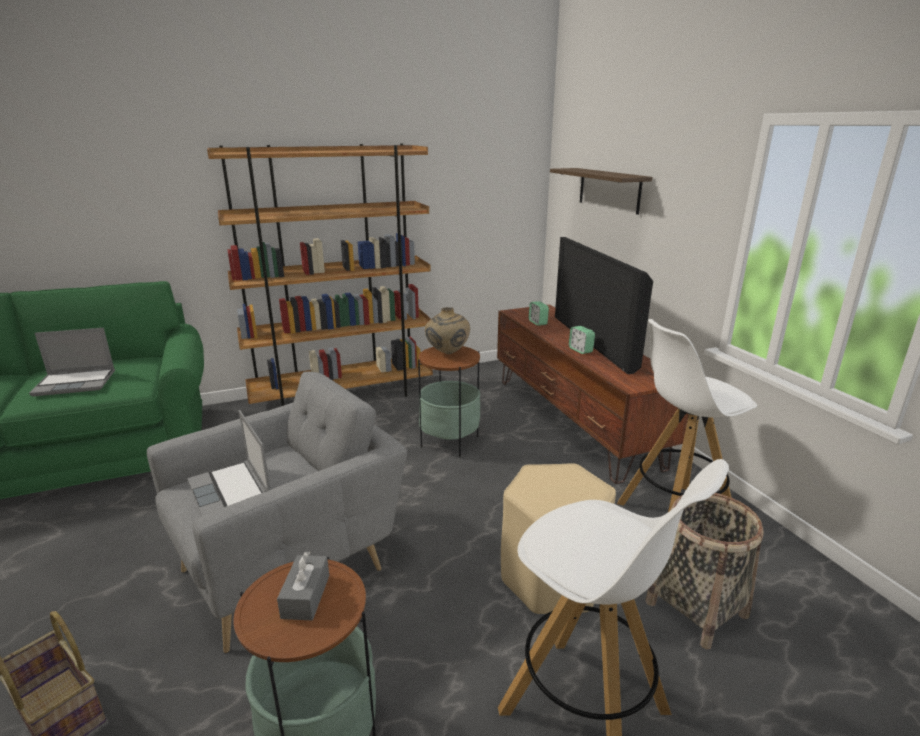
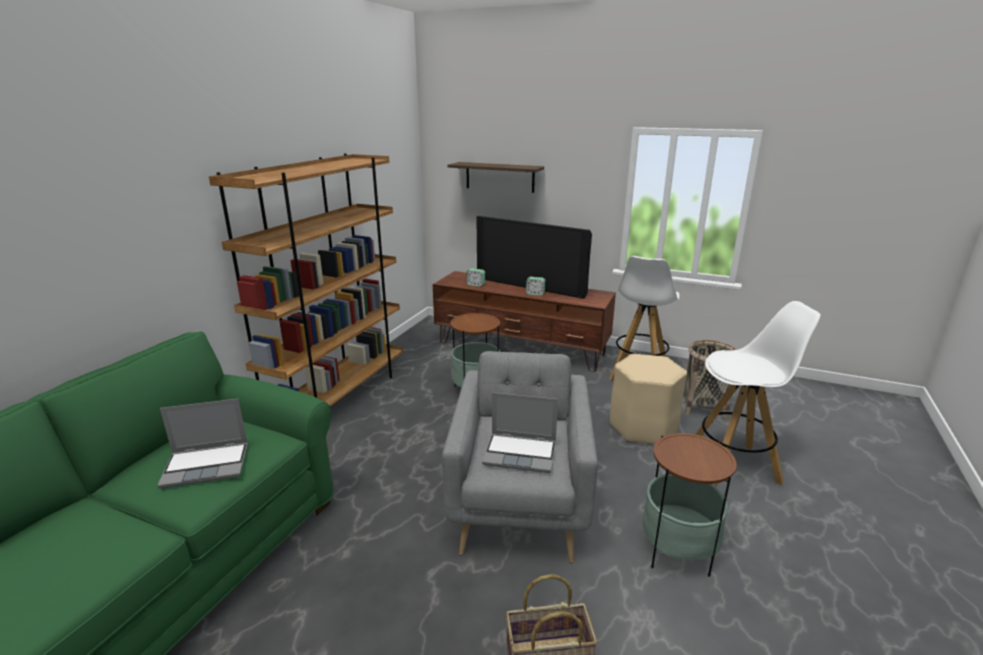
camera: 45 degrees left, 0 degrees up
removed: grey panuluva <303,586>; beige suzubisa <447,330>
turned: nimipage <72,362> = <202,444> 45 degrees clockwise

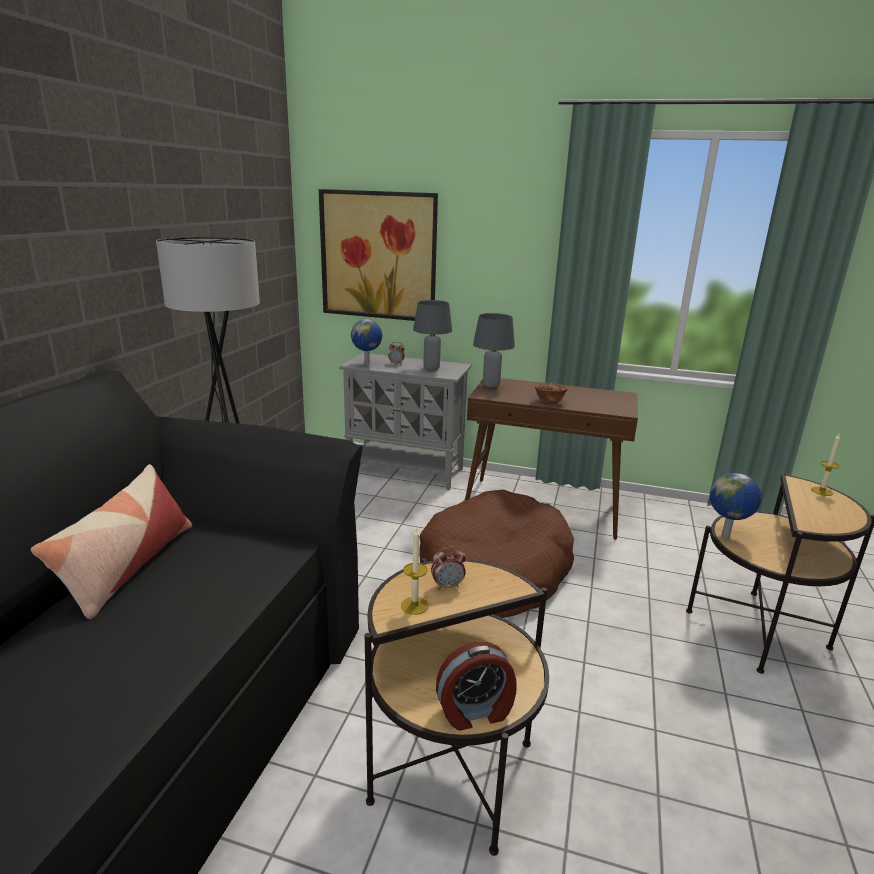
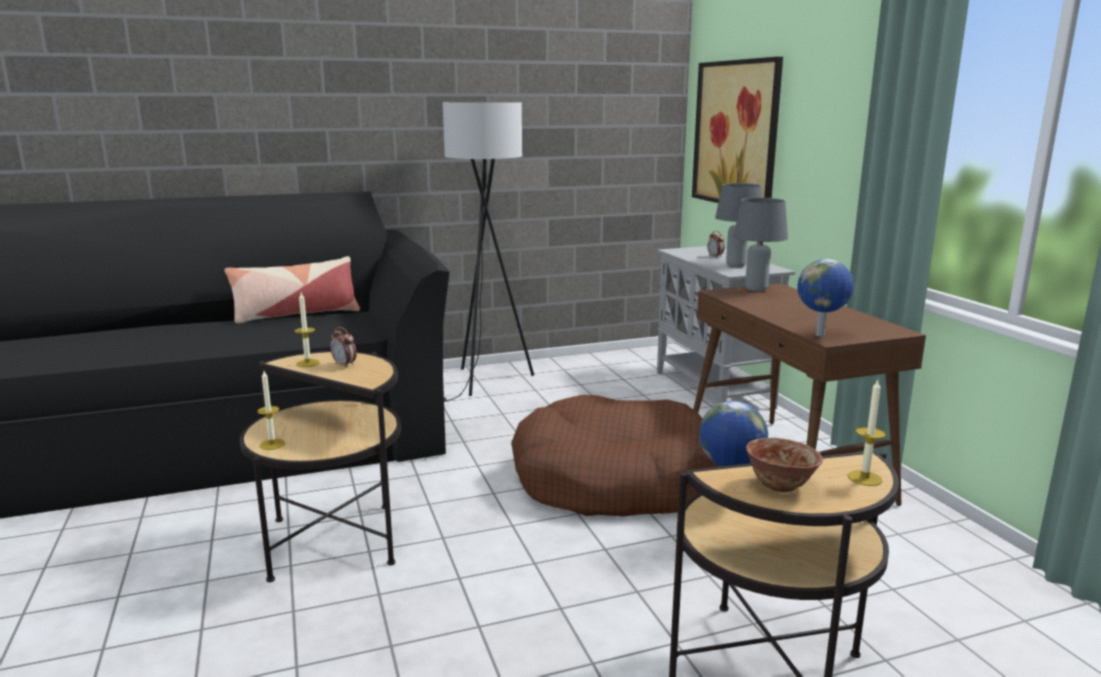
camera: 55 degrees right, 5 degrees down
moved: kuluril <366,342> to <825,297>; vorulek <551,393> to <784,465>
replaced: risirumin <476,686> to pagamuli <271,410>

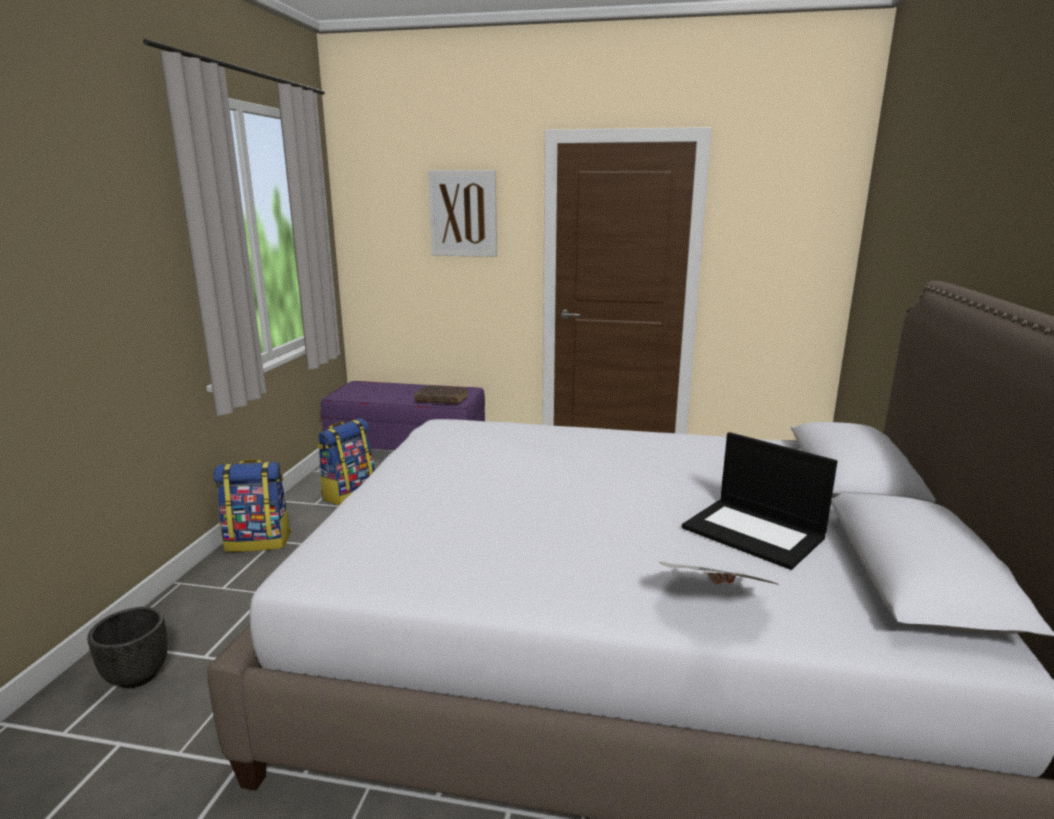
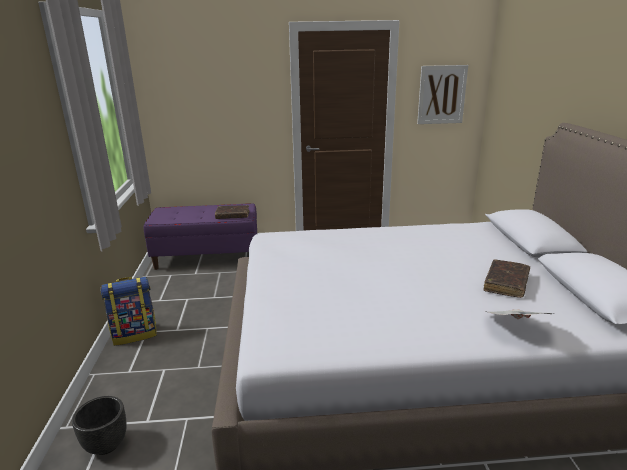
camera: 15 degrees left, 5 degrees up
removed: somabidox <346,461>
moved: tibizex <462,213> to <442,94>
replaced: nimipage <760,501> to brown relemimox <506,278>

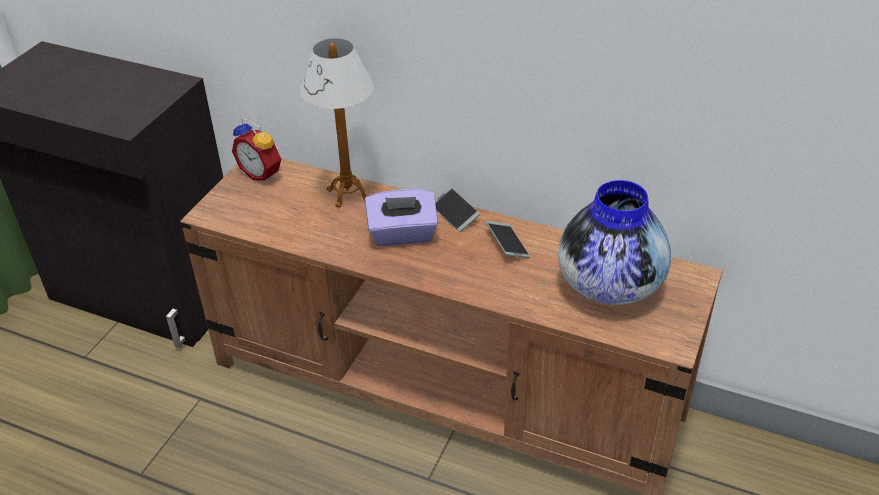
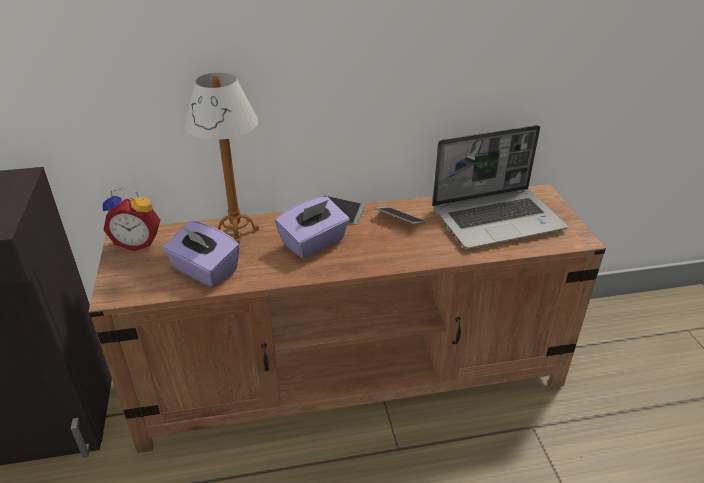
camera: 35 degrees left, 5 degrees down
added: purple panuluva <201,254>
replaced: suzubisa <614,242> to nimipage <500,187>

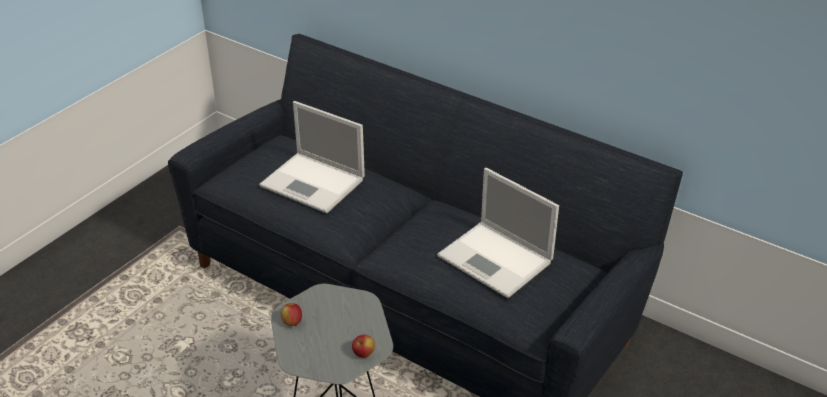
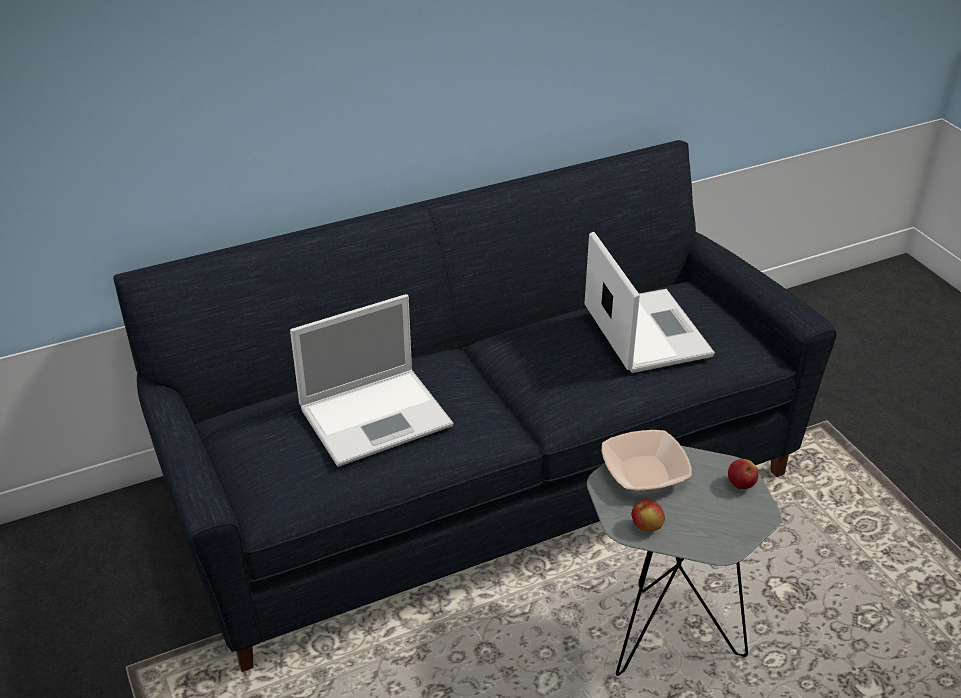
camera: 60 degrees left, 0 degrees up
added: vorulek <647,460>
turned: nimipage <498,233> = <649,302> 90 degrees counterclockwise

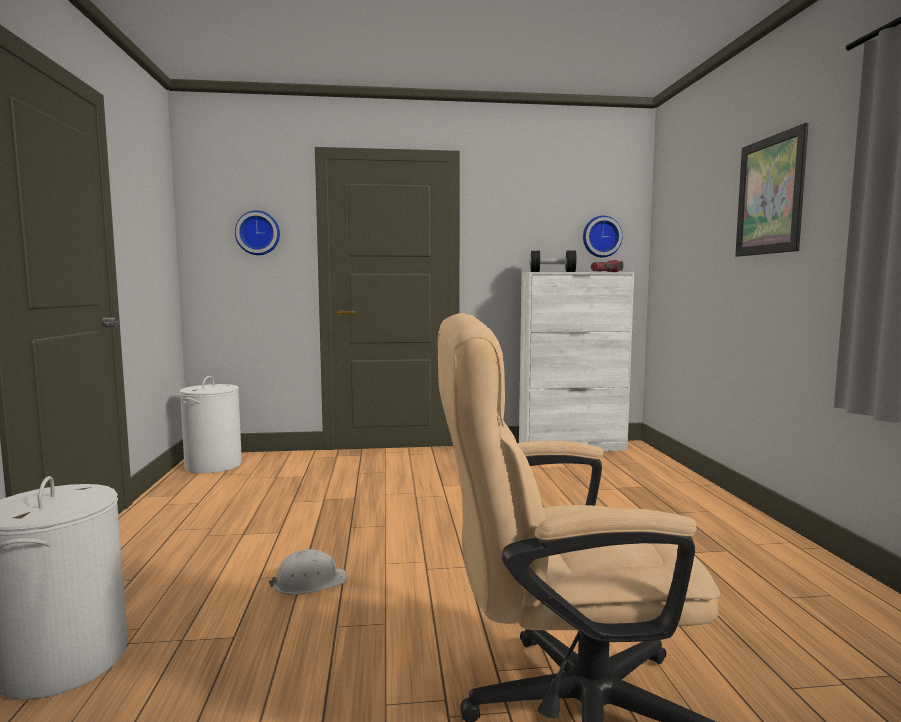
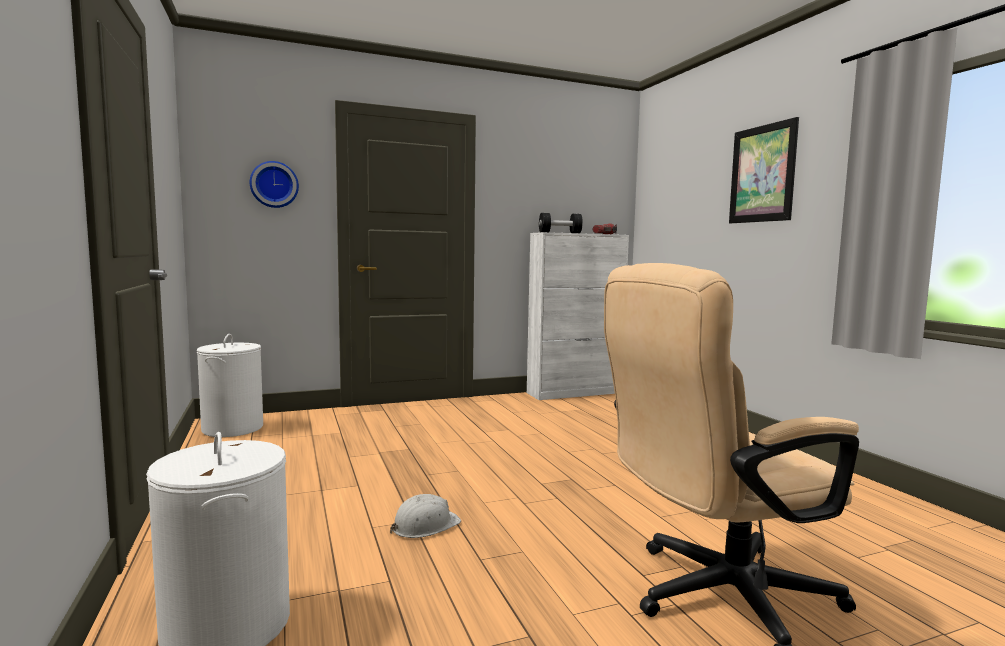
camera: 15 degrees left, 0 degrees up
removed: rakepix <603,236>

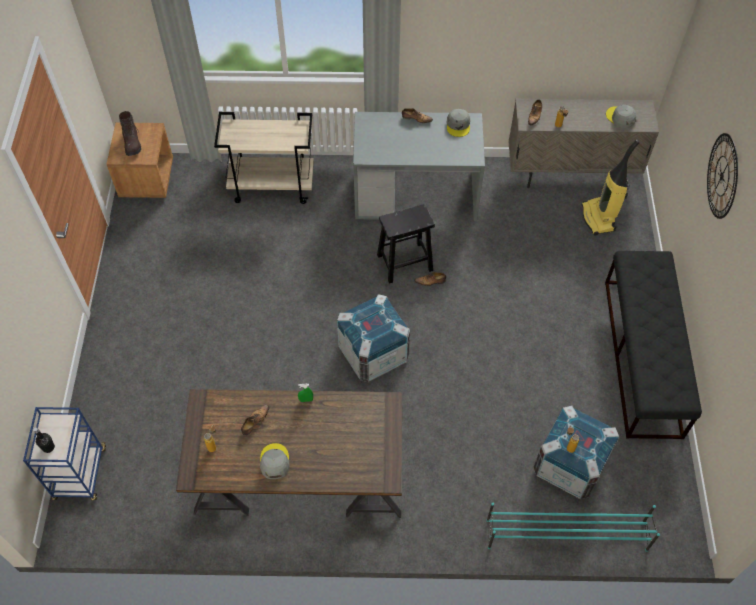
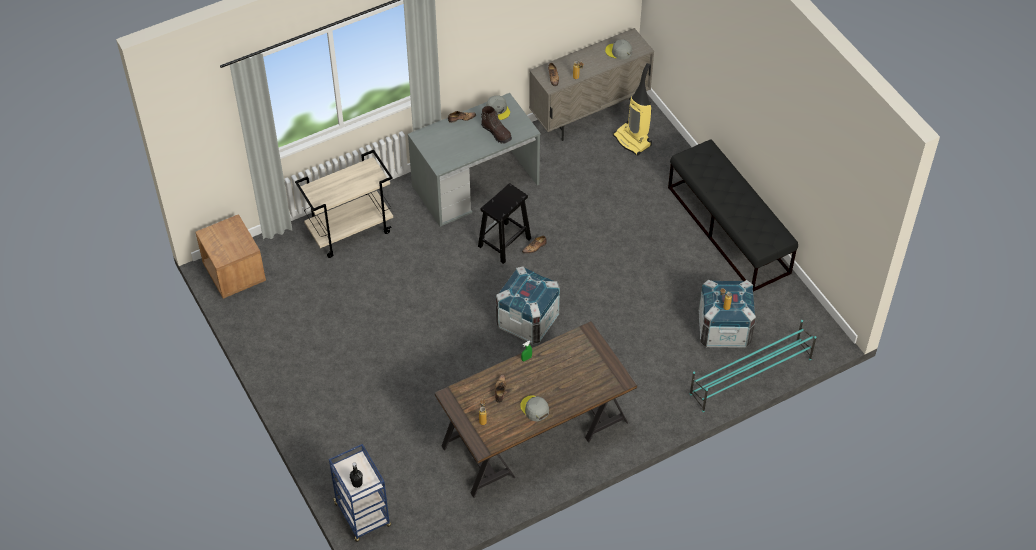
camera: 30 degrees left, 5 degrees down
removed: rakepix <722,176>
moved: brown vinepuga <130,133> to <496,125>

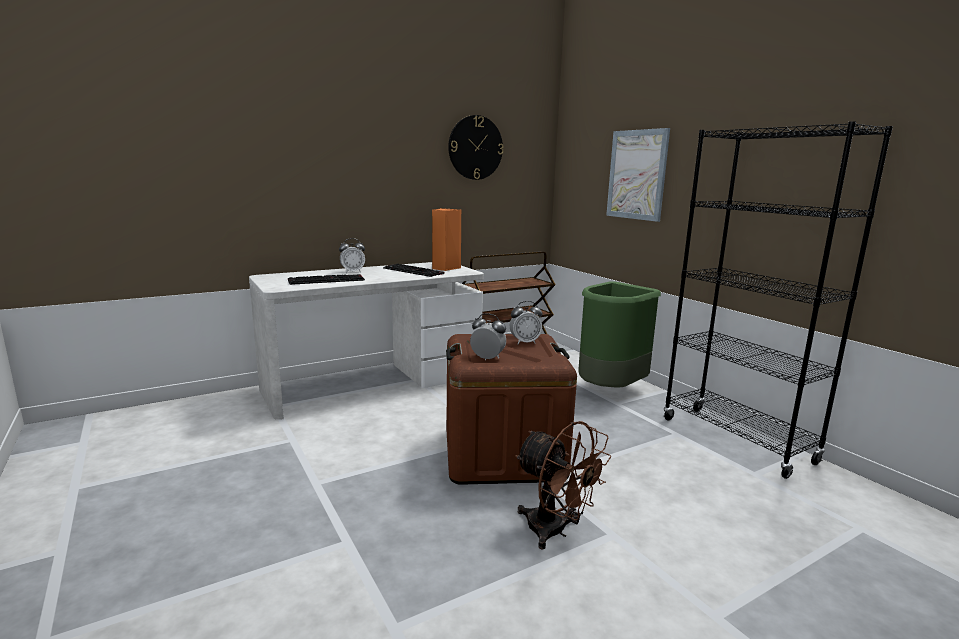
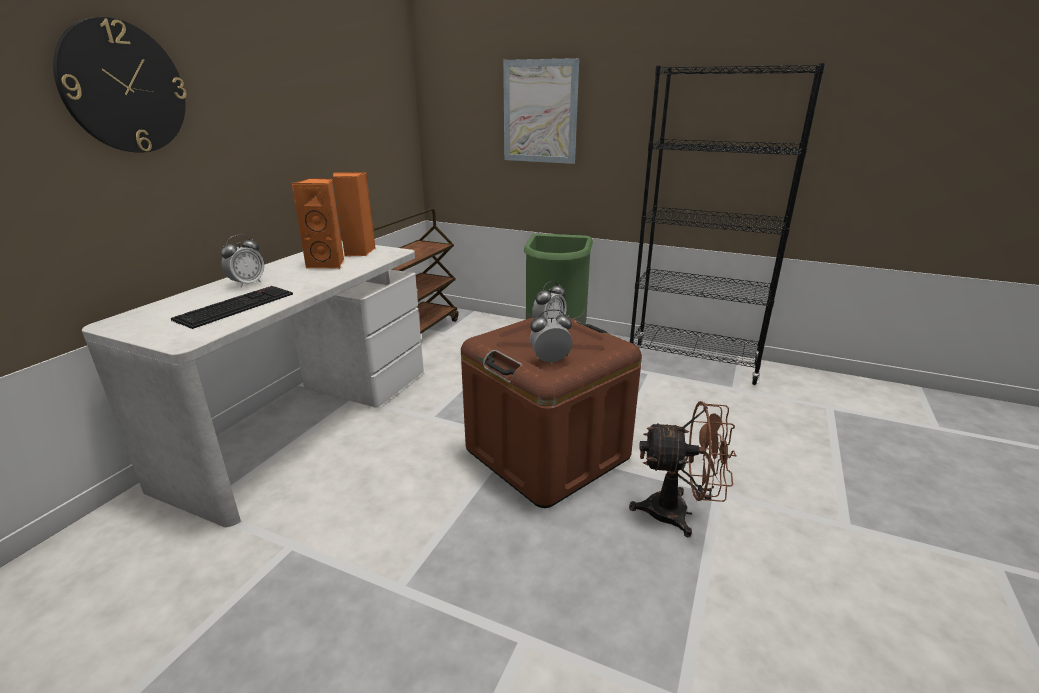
camera: 35 degrees left, 10 degrees up
moved: rakepix <475,147> to <119,85>
replaced: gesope <414,270> to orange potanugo <317,223>

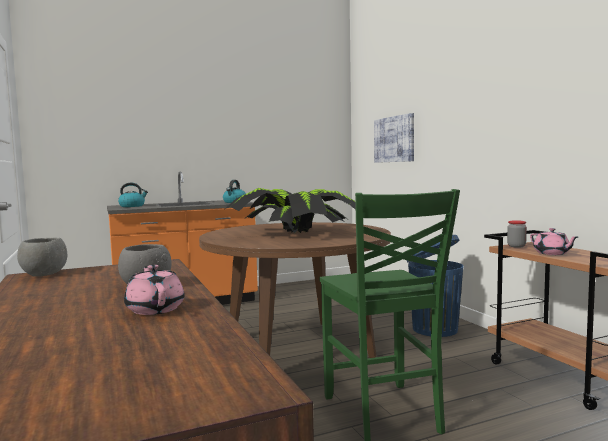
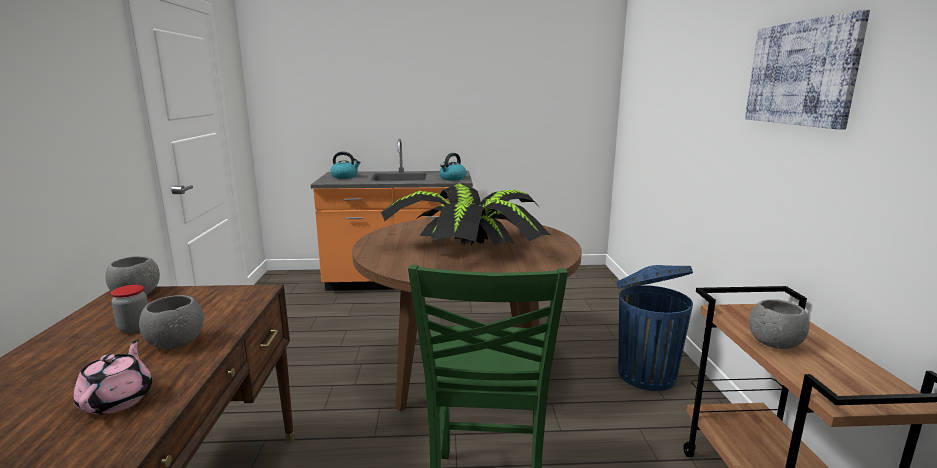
camera: 20 degrees right, 10 degrees up
moved: tibizex <394,138> to <807,70>; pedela <517,234> to <129,309>
replaced: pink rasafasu <554,241> to grey vorulek <779,324>

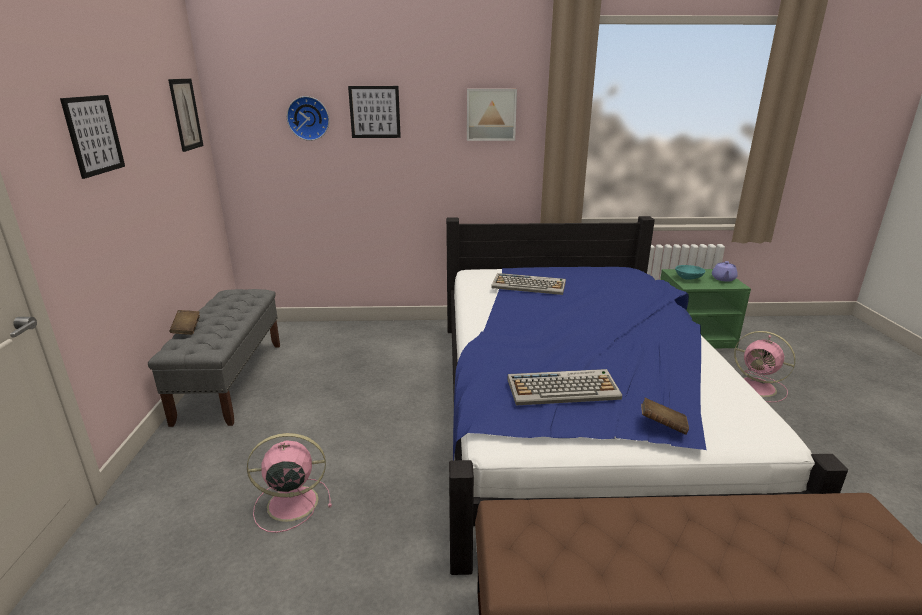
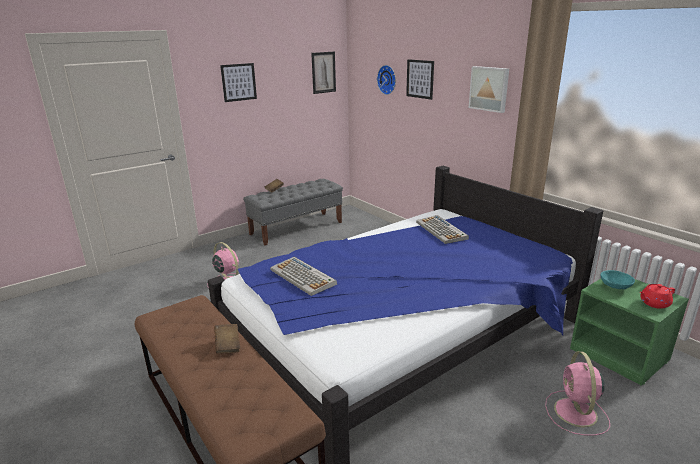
camera: 55 degrees right, 0 degrees up
moved: brown relemimox <665,416> to <227,339>
recoloured: purple rasafasu <725,271> to red rasafasu <657,296>

